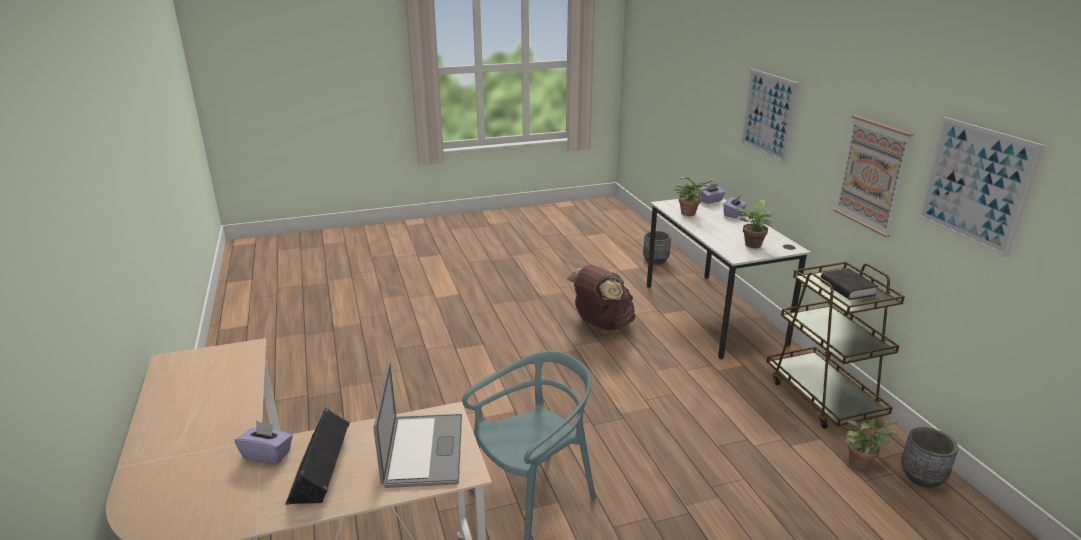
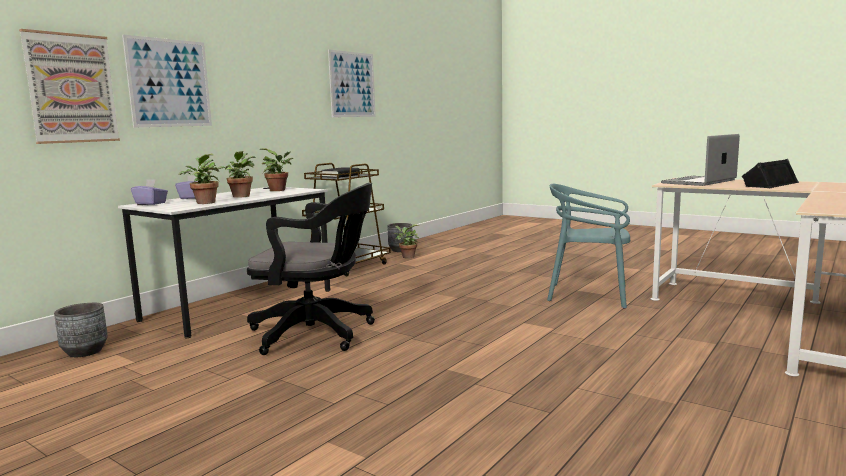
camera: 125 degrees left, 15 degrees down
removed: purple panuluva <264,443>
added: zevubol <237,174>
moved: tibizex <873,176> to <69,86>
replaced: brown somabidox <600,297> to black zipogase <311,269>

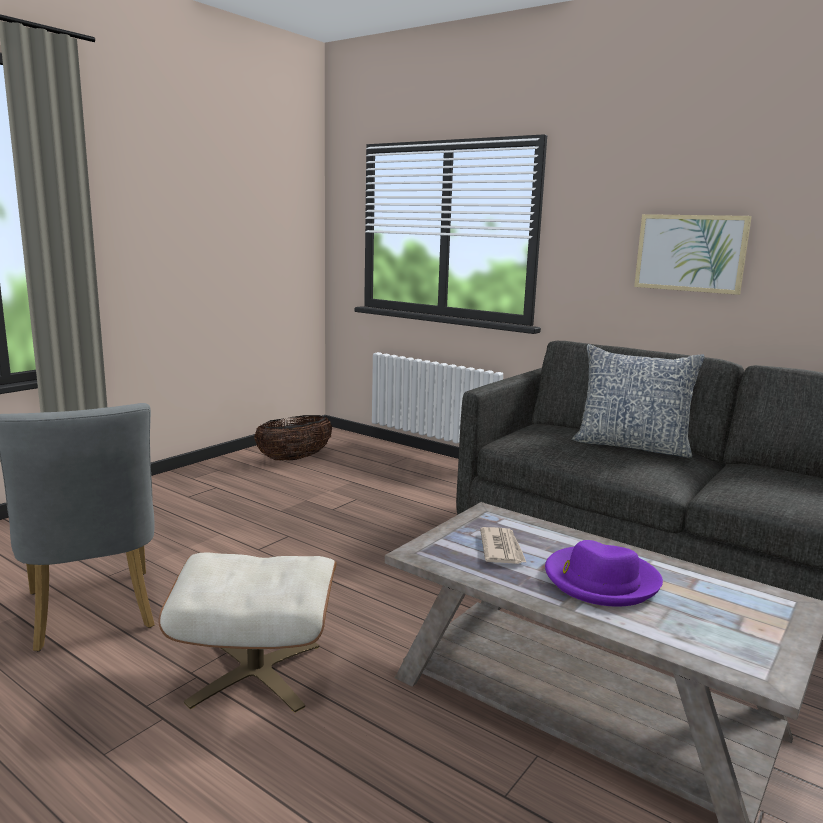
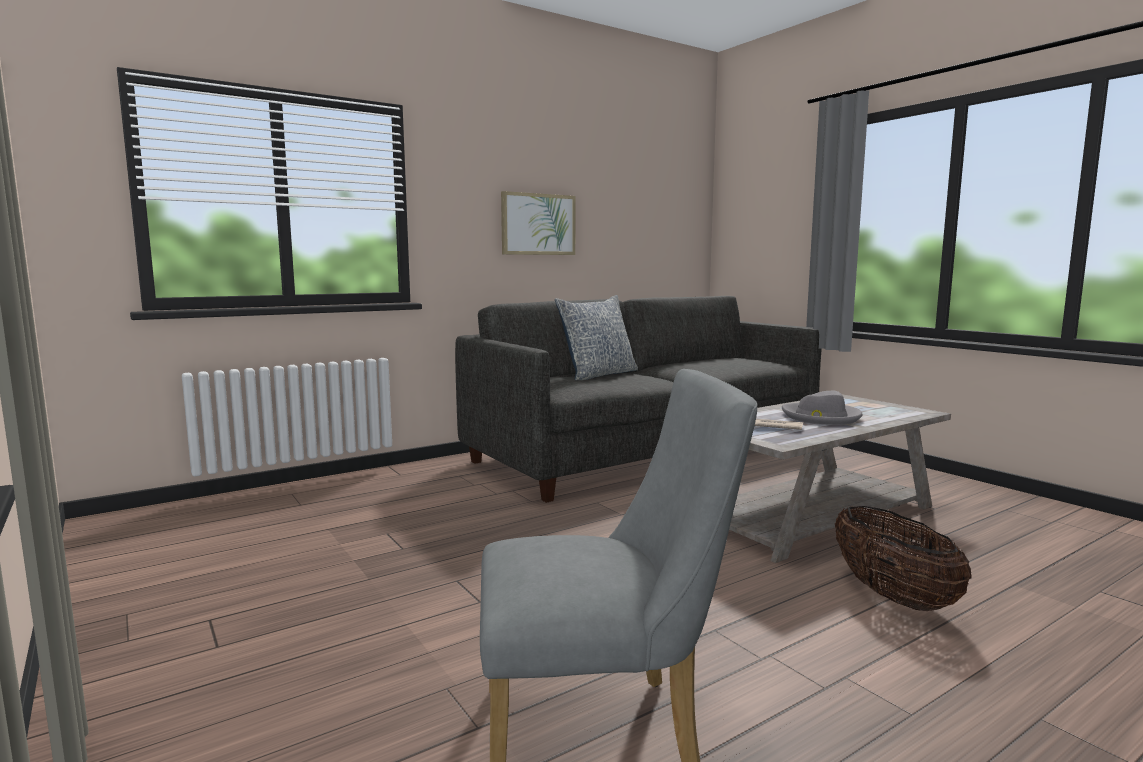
camera: 70 degrees left, 5 degrees down
removed: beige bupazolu <247,632>
moved: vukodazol <293,438> to <903,558>
recoloured: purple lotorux <604,573> to grey lotorux <822,408>

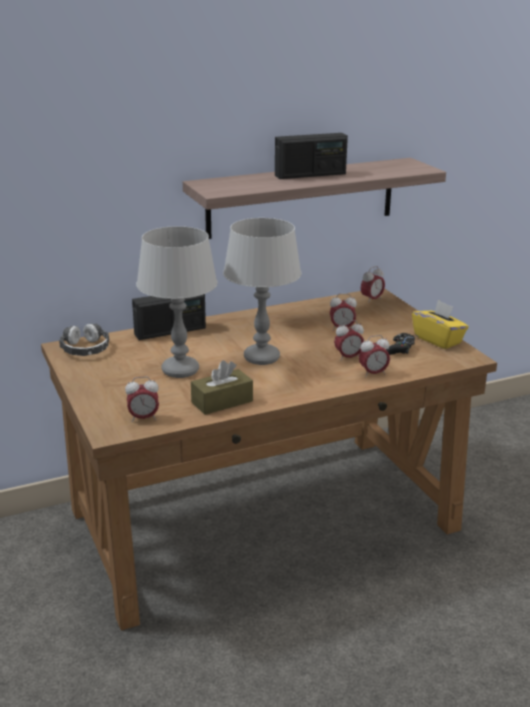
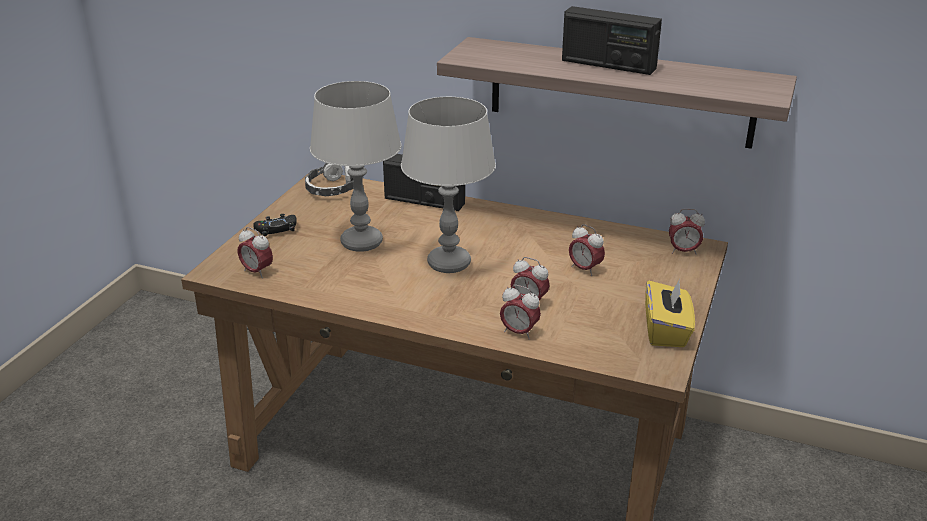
camera: 45 degrees right, 5 degrees up
removed: brown panuluva <222,387>
moved: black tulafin <400,344> to <275,225>

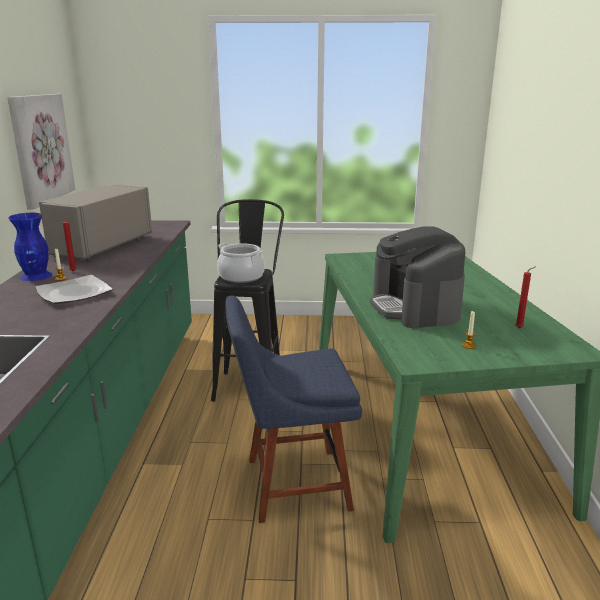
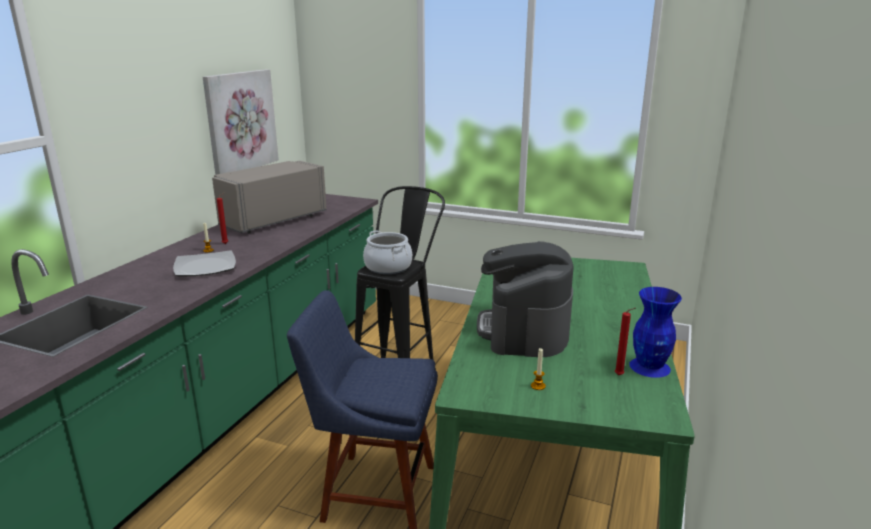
camera: 20 degrees right, 0 degrees up
moved: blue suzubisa <30,247> to <655,332>

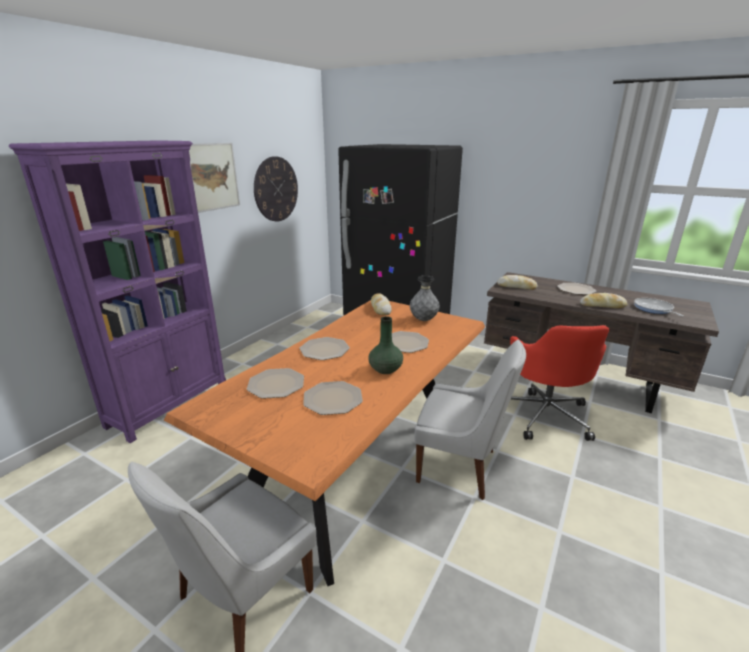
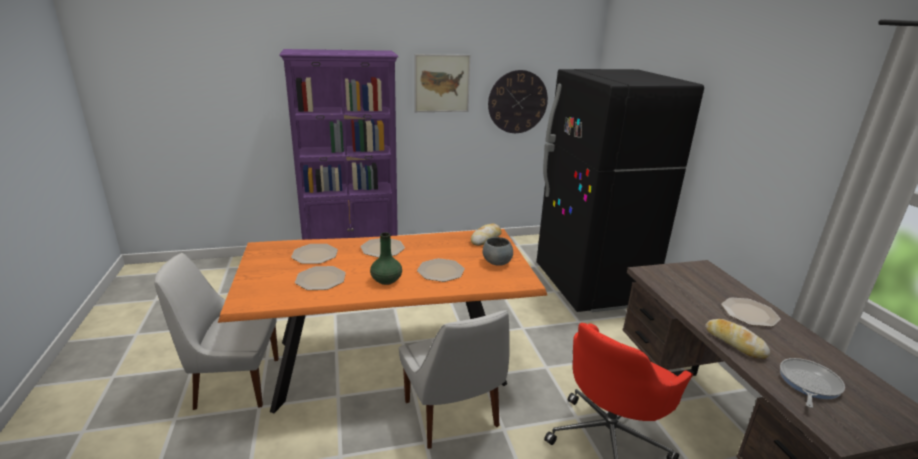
camera: 45 degrees right, 0 degrees up
removed: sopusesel <517,282>
replaced: grey suzubisa <425,298> to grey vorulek <498,251>

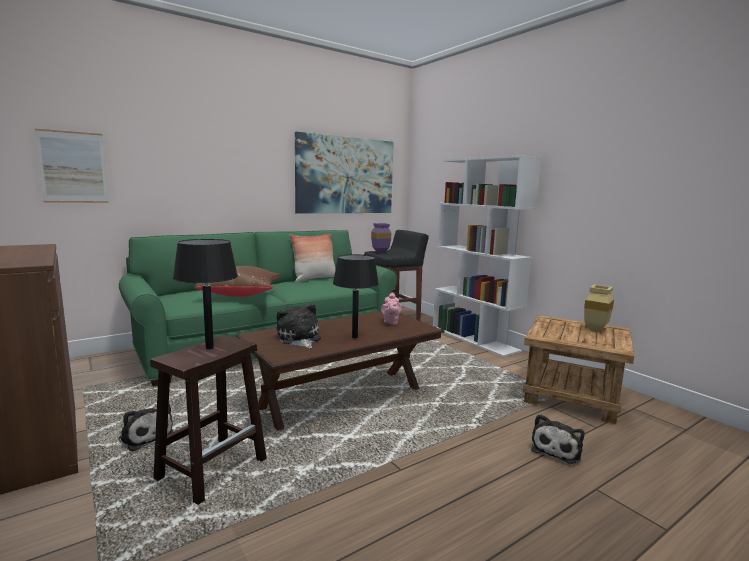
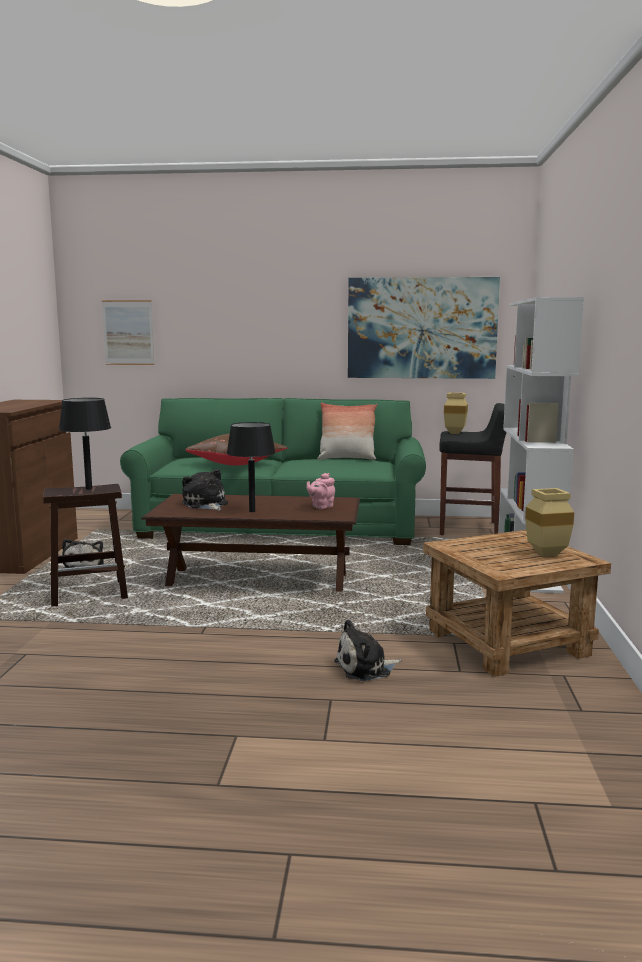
camera: 40 degrees right, 0 degrees up
recoloured: purple suzubisa <381,238> to beige suzubisa <456,413>
turned: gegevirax <299,326> = <205,490> 45 degrees counterclockwise

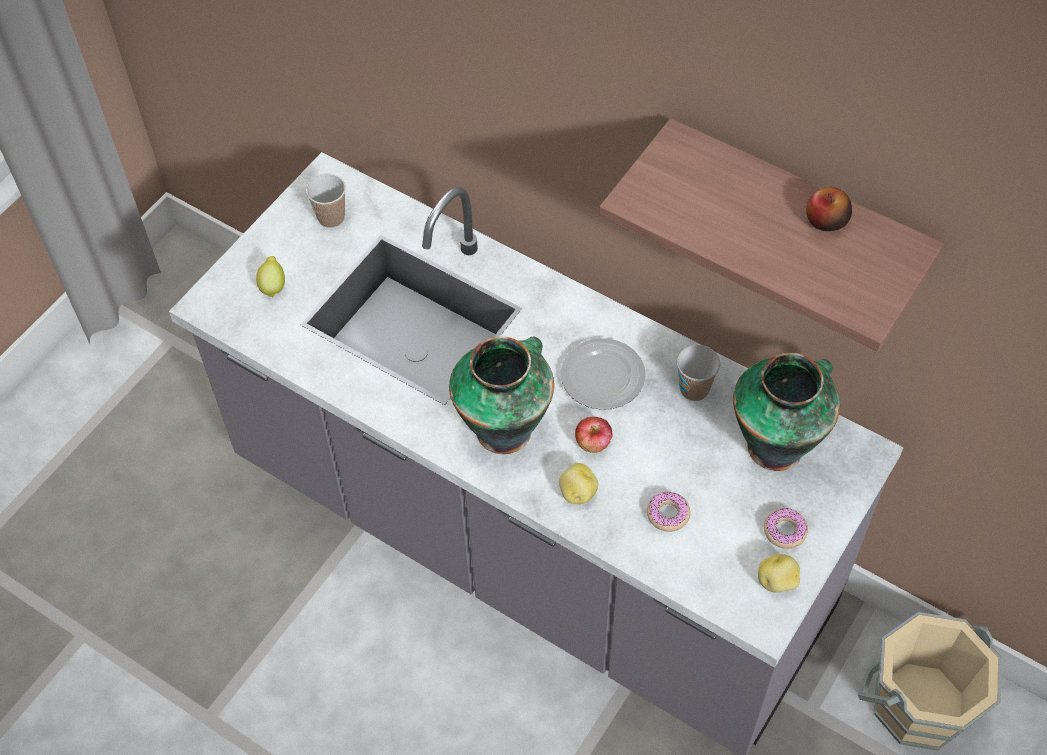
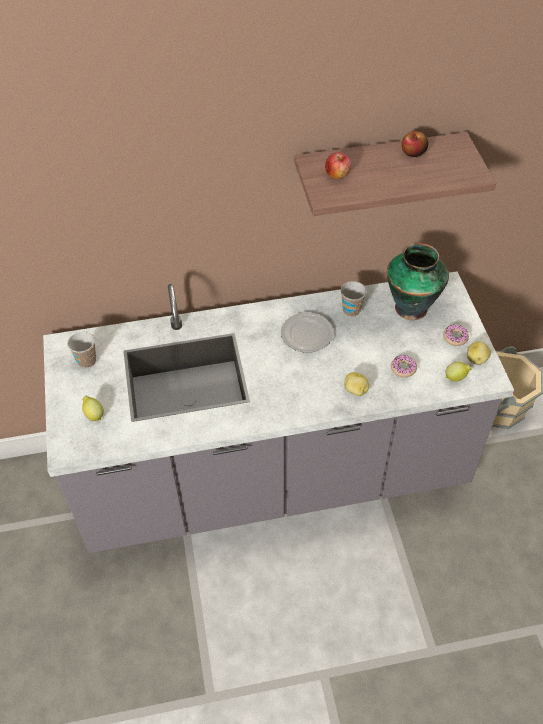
camera: 45 degrees left, 5 degrees down
removed: suzubisa <501,395>
added: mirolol <458,372>
moved: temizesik <594,435> to <338,165>

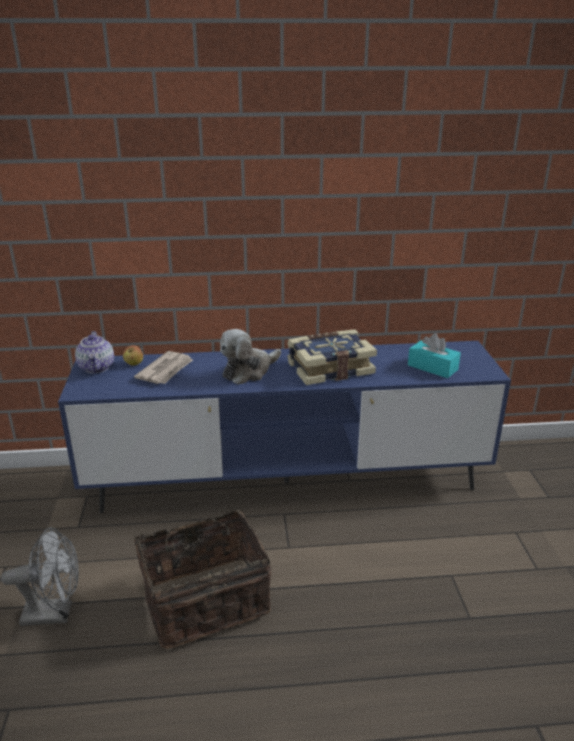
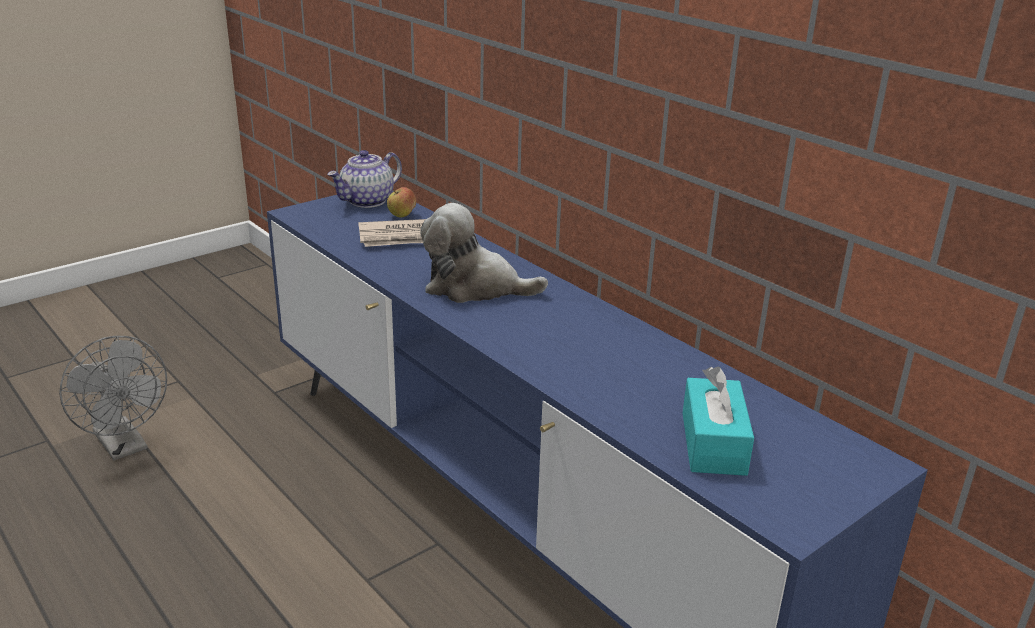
camera: 55 degrees right, 0 degrees up
removed: vukodazol <202,579>; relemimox <332,357>

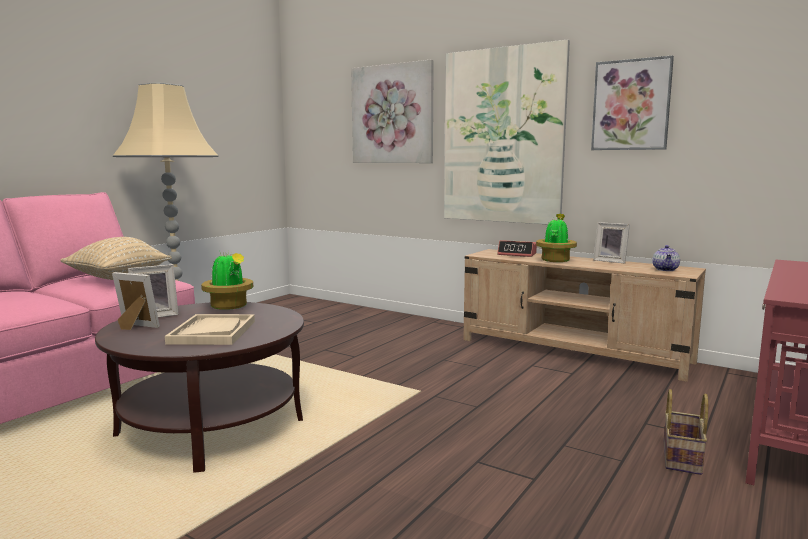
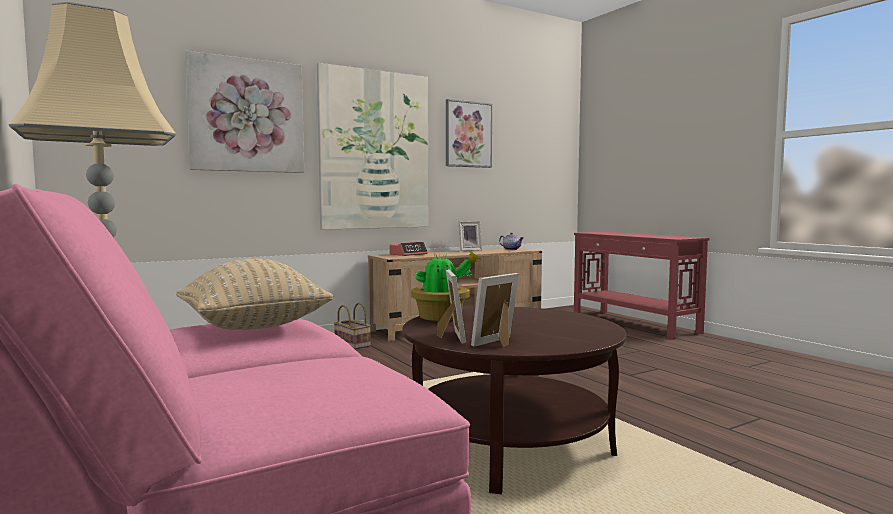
camera: 65 degrees left, 5 degrees down
removed: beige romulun <210,329>; zevubol <556,238>
moved: vukodazol <686,432> to <352,326>

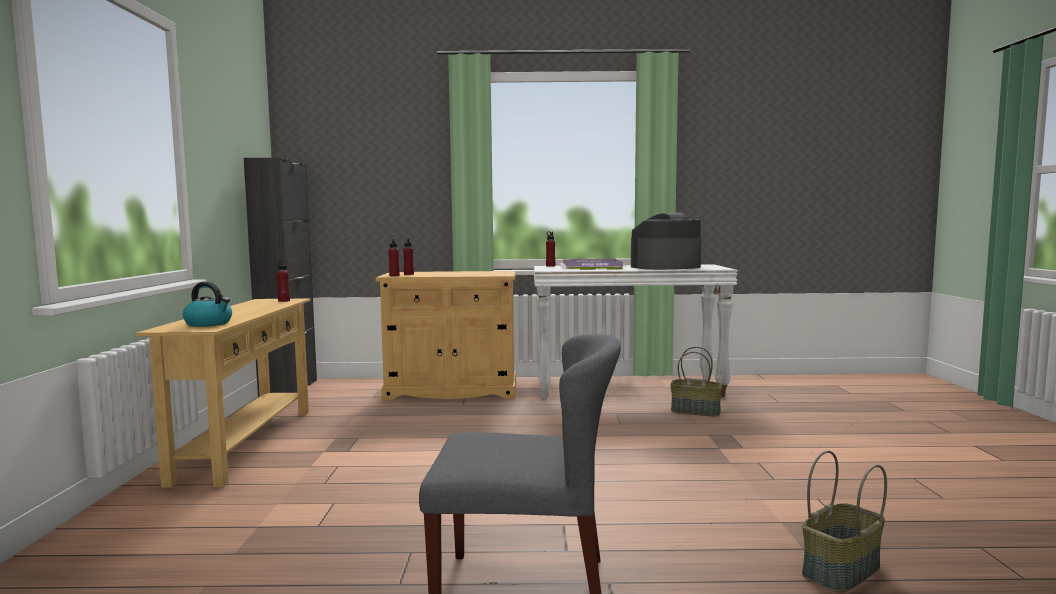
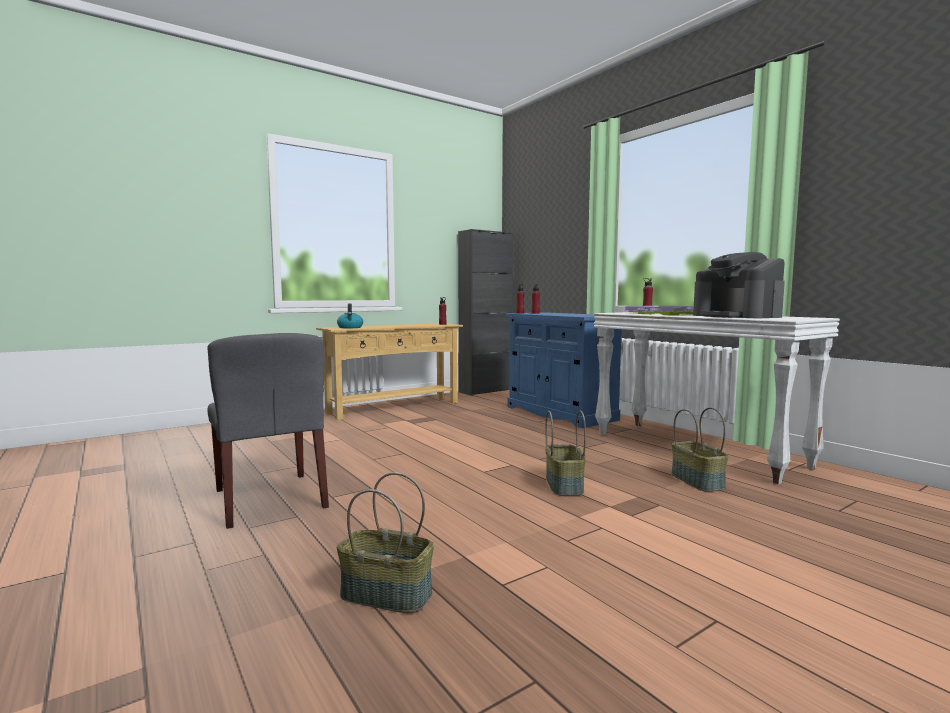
camera: 55 degrees right, 0 degrees up
added: vukodazol <565,453>
recoloured: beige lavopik <446,335> to blue lavopik <564,370>
turned: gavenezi <666,241> = <739,285> 150 degrees counterclockwise

